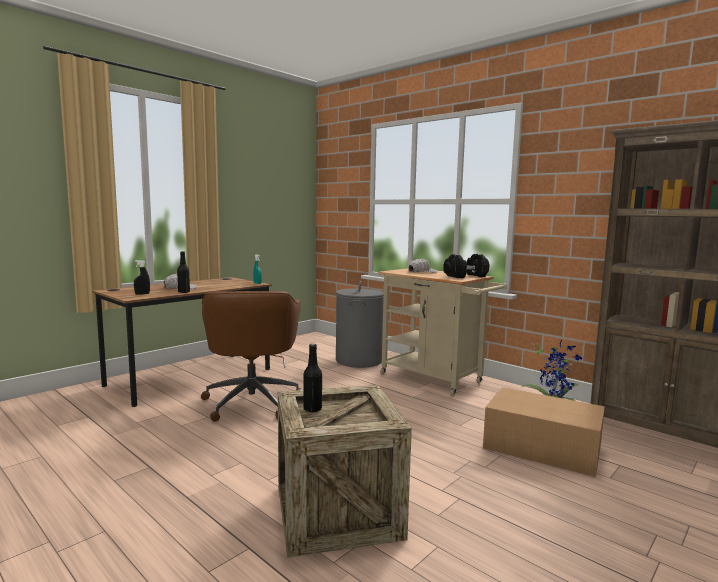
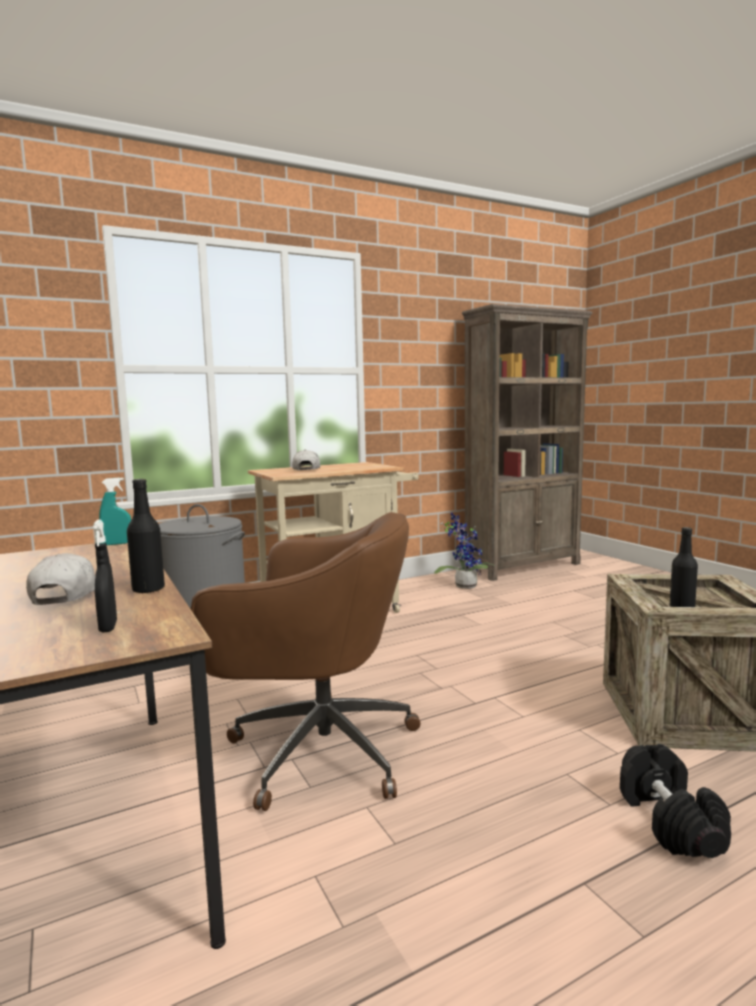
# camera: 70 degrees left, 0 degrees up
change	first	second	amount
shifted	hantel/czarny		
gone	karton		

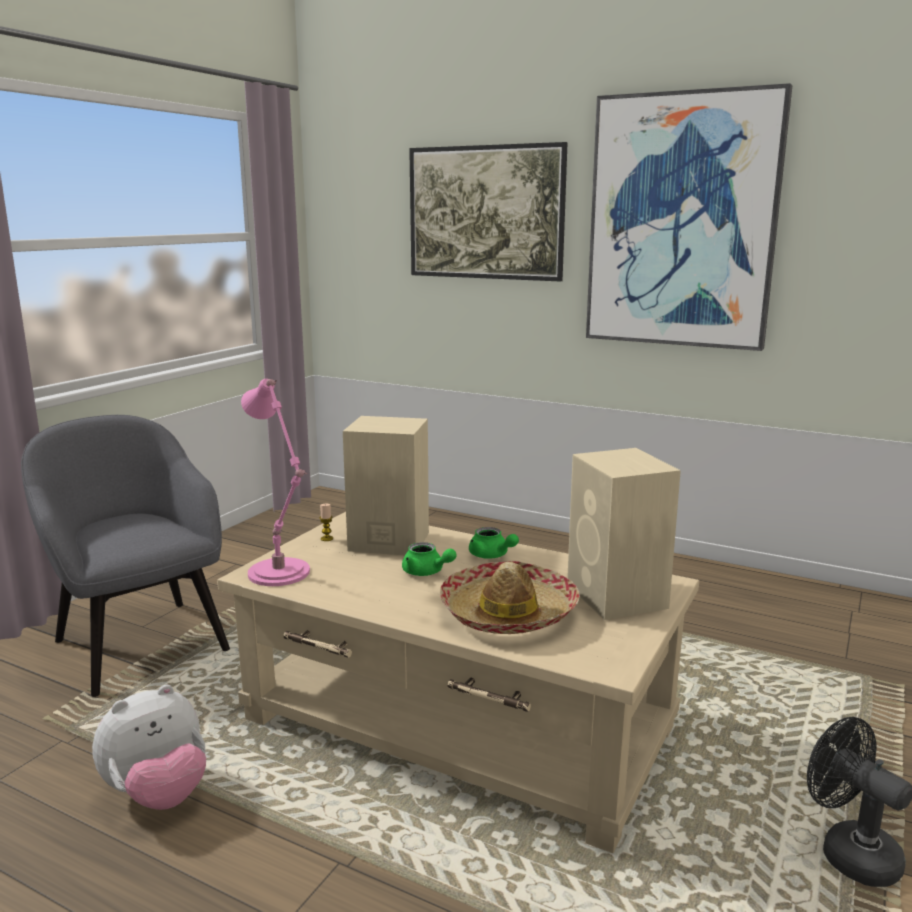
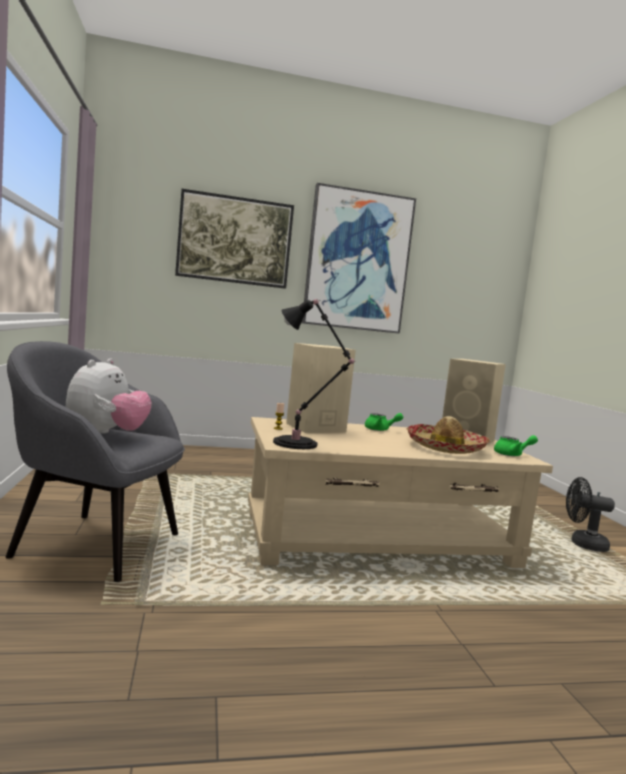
# camera: 40 degrees left, 10 degrees down
change	first	second	amount
repainted	lampa stołowa/różowy	lampa stołowa/czarny	
shifted	imbryk/zielony (no. 1 from left in the first image)	imbryk/zielony (no. 2 from left)	
shifted	pluszak		

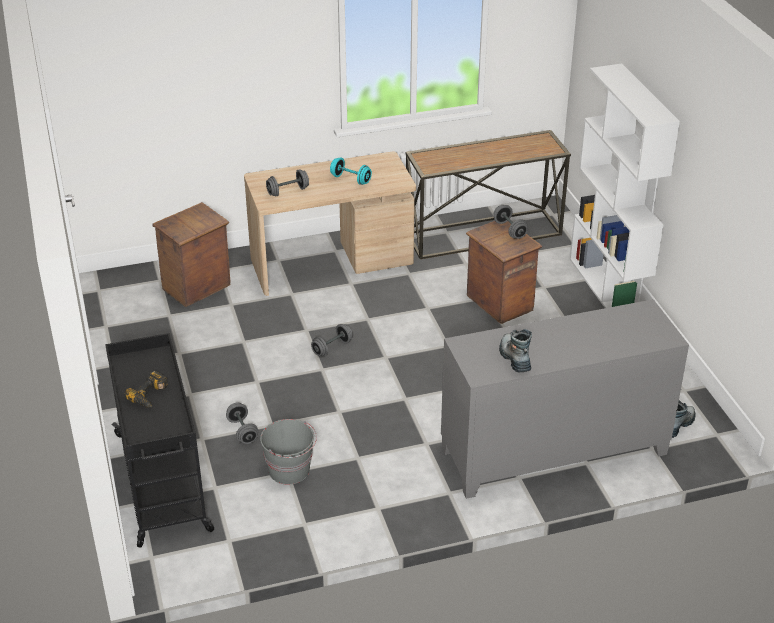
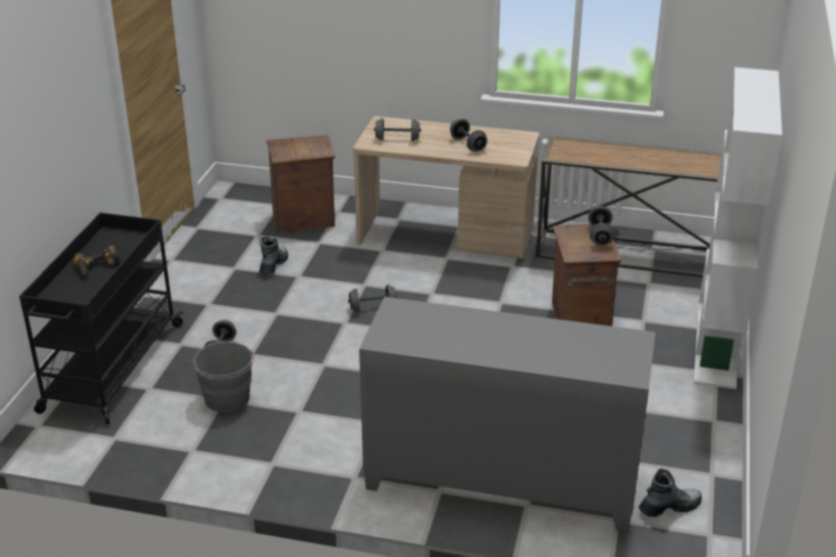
# camera: 30 degrees right, 5 degrees down
change	first	second	amount
repainted	hantel/turkusowy	hantel/szary (no. 4 from left)	
shifted	but z cholewką (no. 1 from left)		

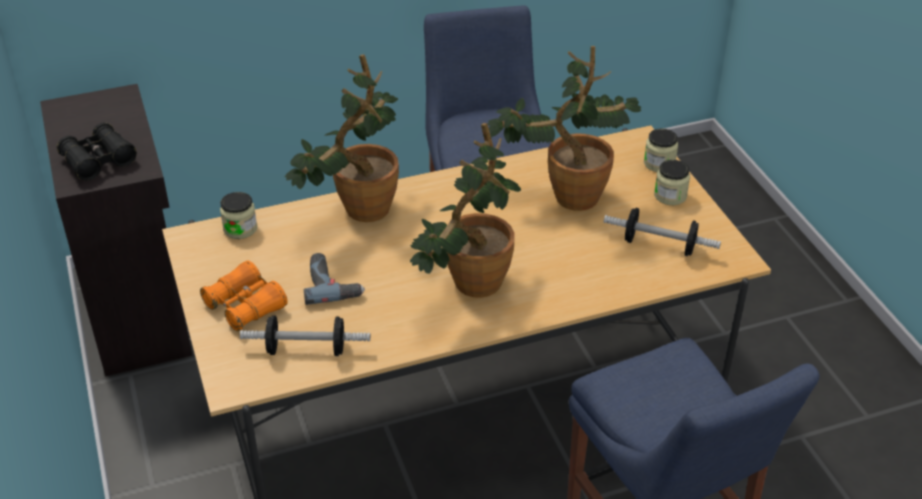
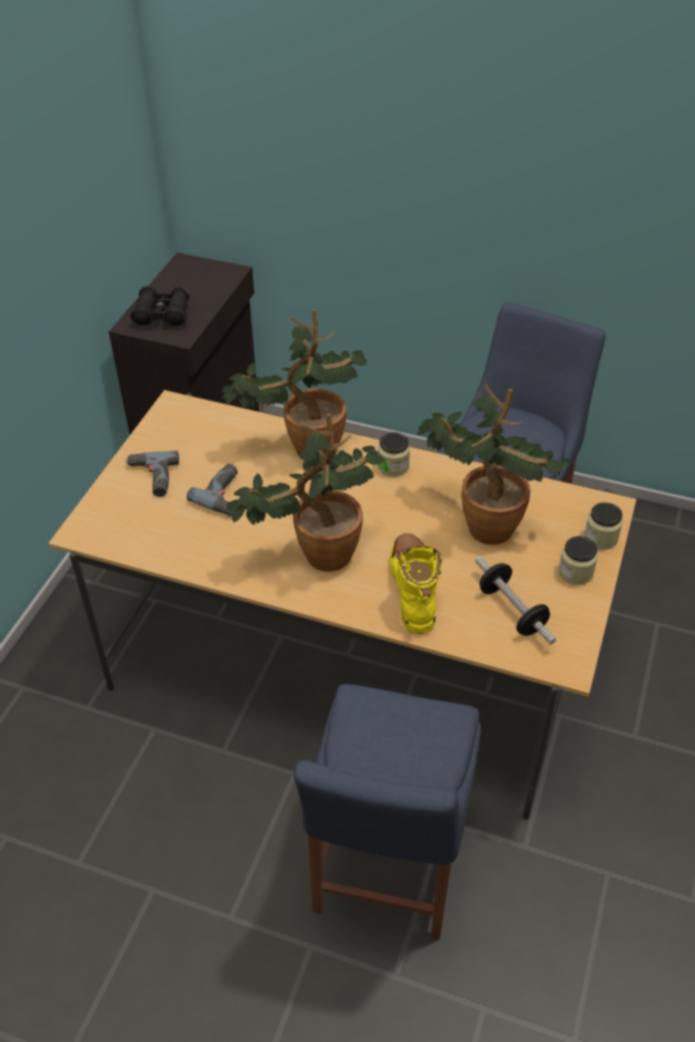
# camera: 40 degrees right, 5 degrees up
change	first	second	amount
shifted	słoik (no. 1 from left)		
swapped	lornetka/pomarańczowy	wiertarka (no. 1 from left)	
gone	hantel (no. 1 from left)		
new		but z cholewką/żółty	

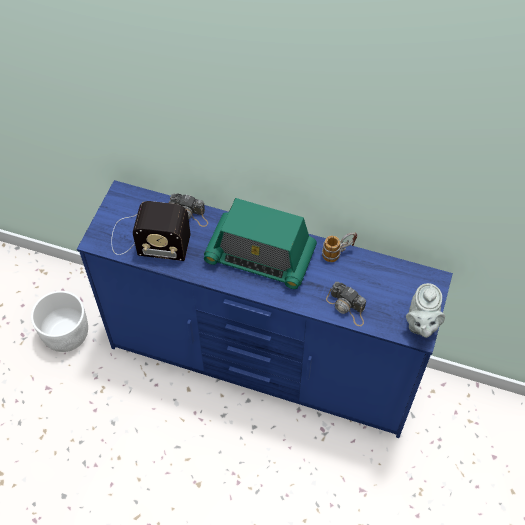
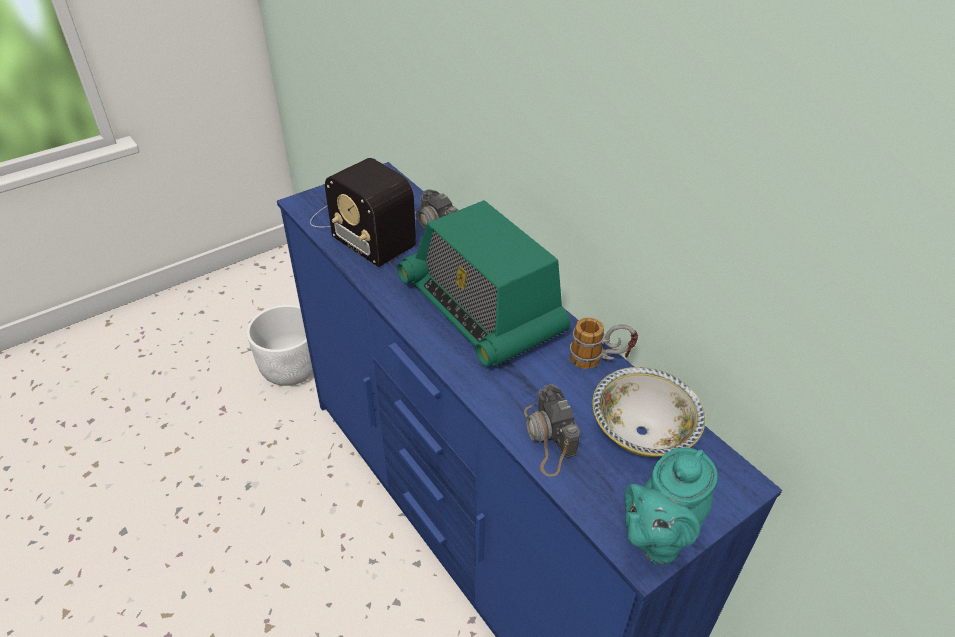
# camera: 35 degrees right, 15 degrees down
change	first	second	amount
repainted	imbryk/szary	imbryk/turkusowy	
new		miska	

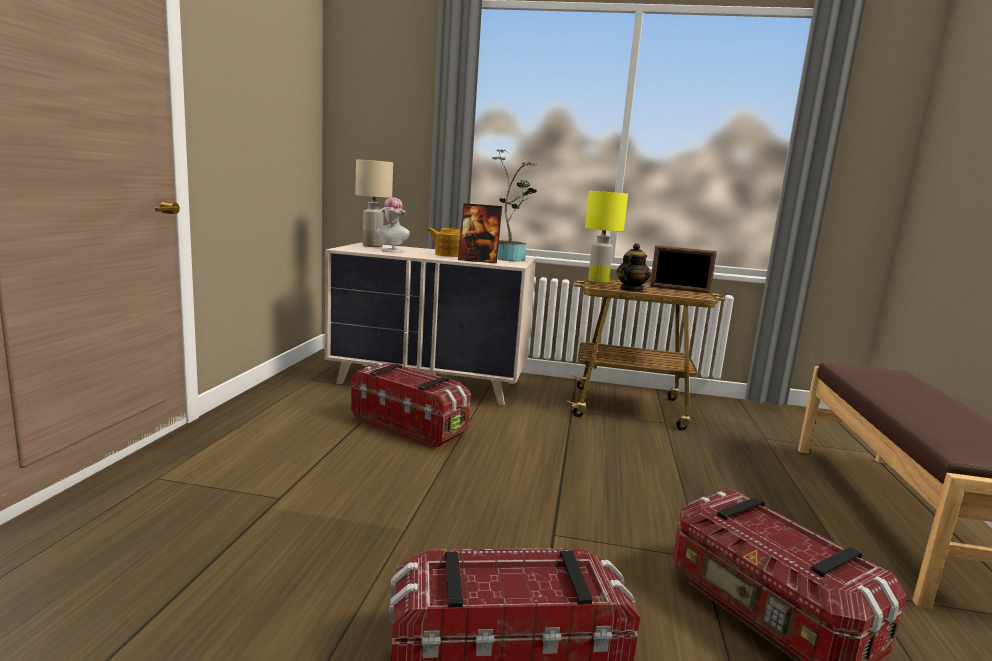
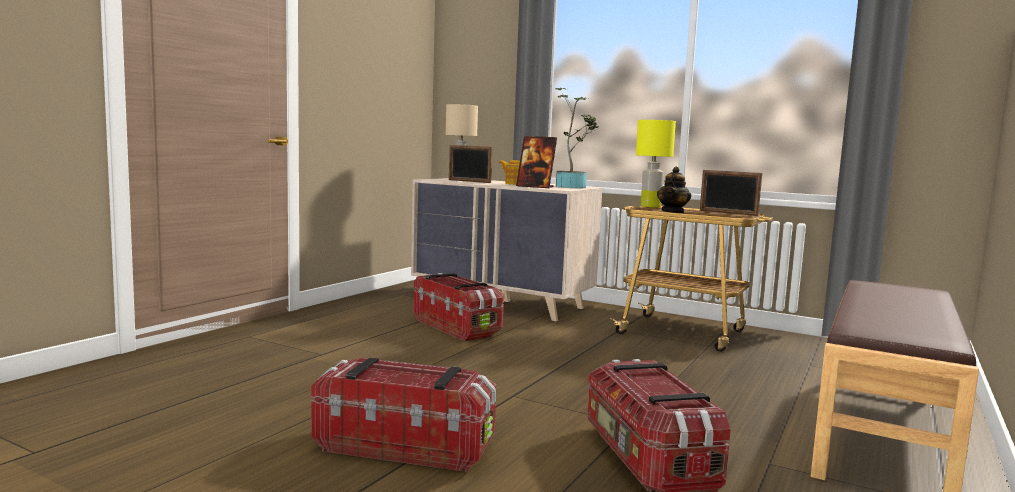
# camera: 20 degrees right, 5 degrees down
change	first	second	amount
swapped	kapelusz	ramka na zdjęcie (no. 1 from left)	
rotated	imbryk (no. 2 from left)		150 degrees clockwise

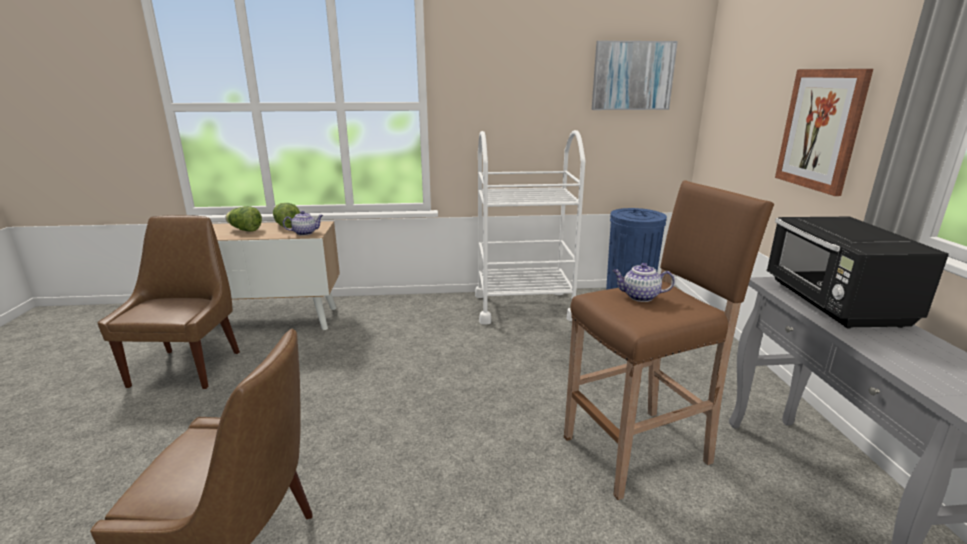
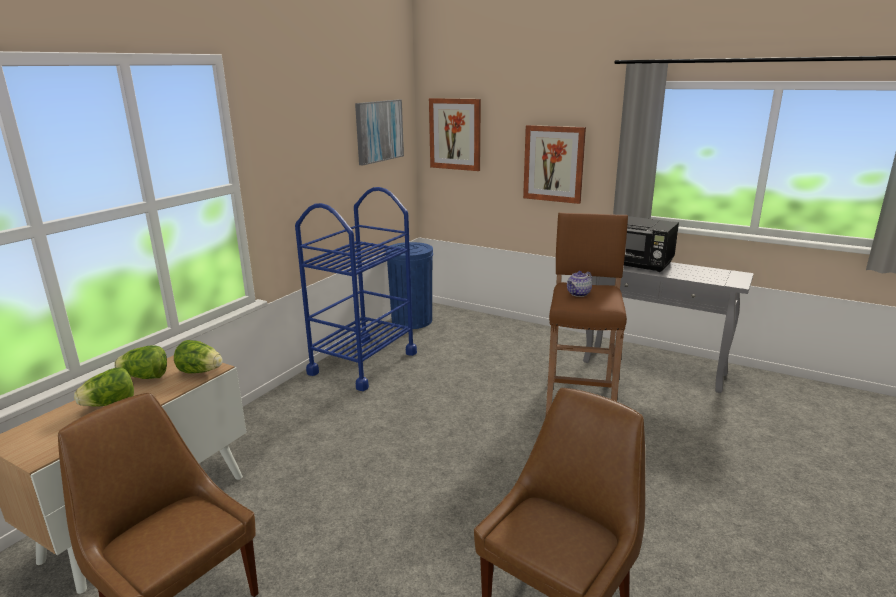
# camera: 55 degrees left, 0 degrees up
change	first	second	amount
repainted	wózek/biały	wózek/niebieski	
swapped	imbryk (no. 1 from left)	sałata (no. 3 from left)	
new		obraz (no. 2 from left)	

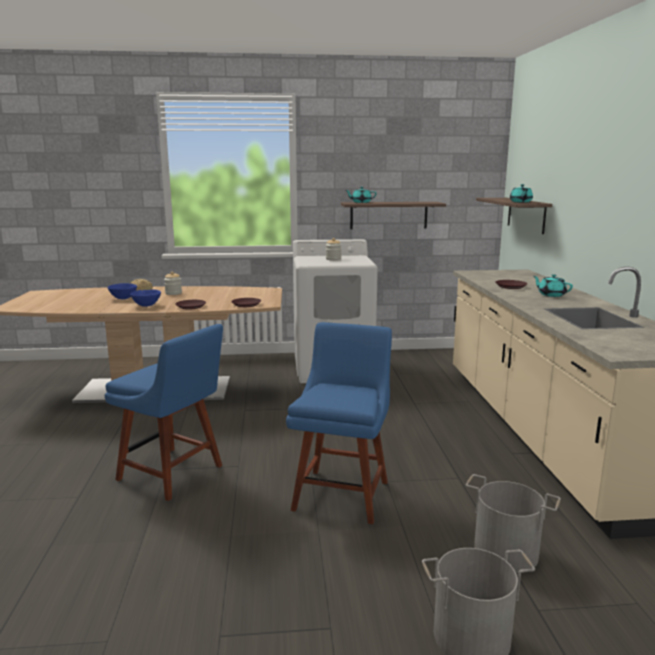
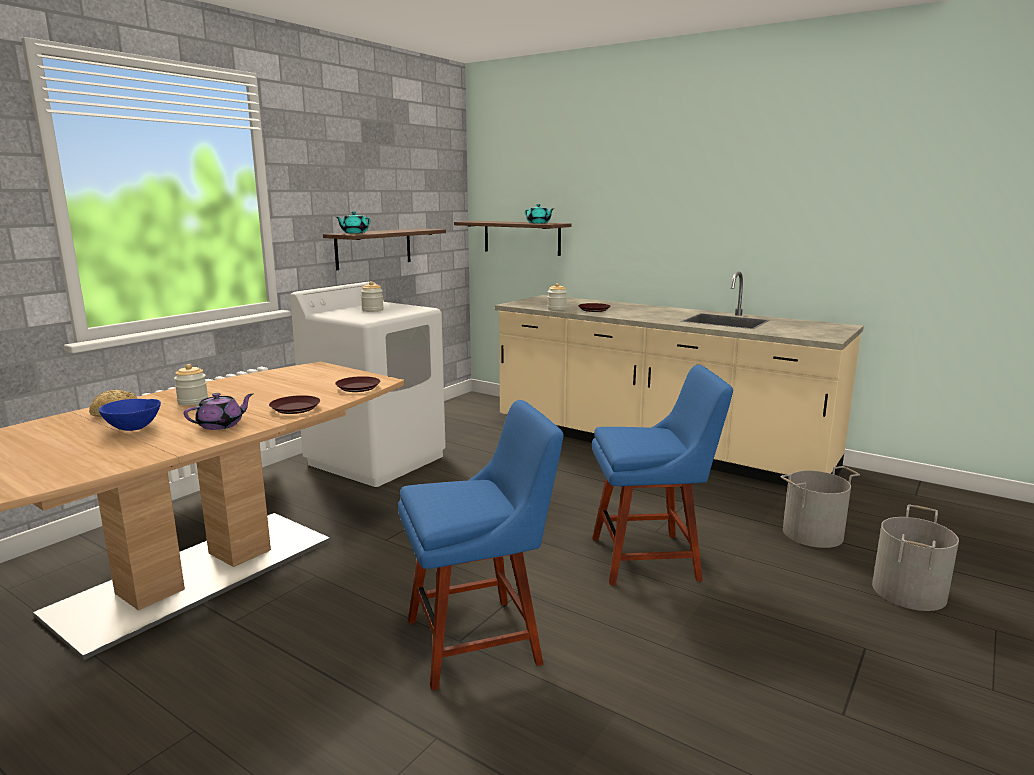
# camera: 50 degrees left, 0 degrees up
change	first	second	amount
gone	imbryk/turkusowy (no. 3 from left)		
swapped	miska/niebieski (no. 2 from left)	imbryk/fioletowy	
rotated	krzesło/niebieski (no. 2 from left)		120 degrees clockwise
new		słoik (no. 3 from left)	

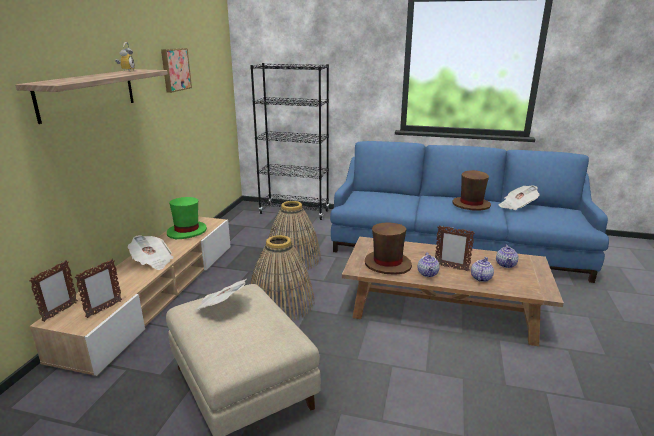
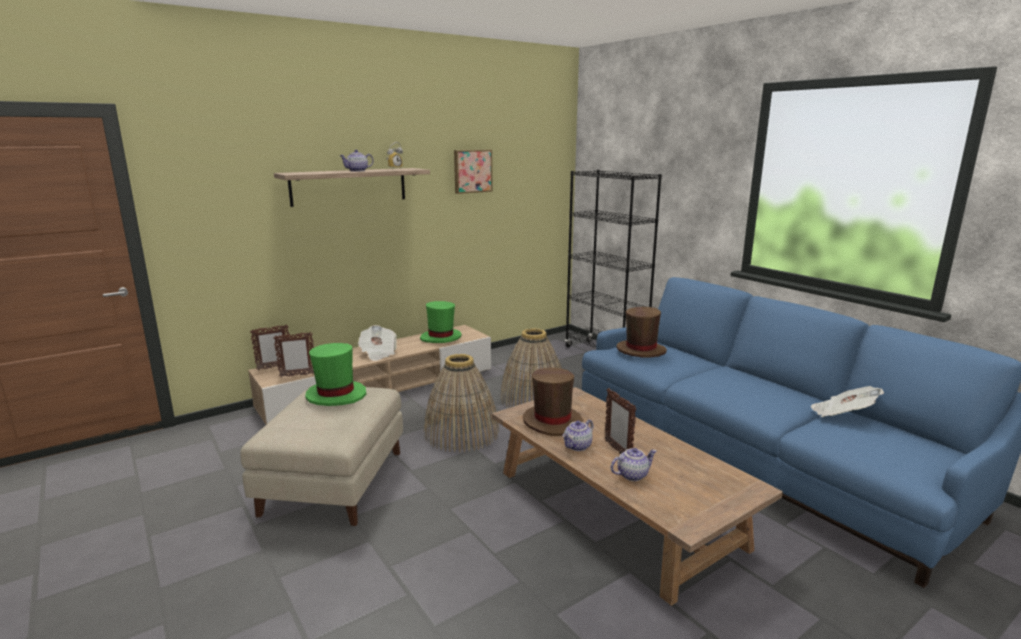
# camera: 40 degrees right, 5 degrees down
change	first	second	amount
shifted	kapelusz/brązowy (no. 2 from left)		
shifted	imbryk (no. 3 from left in the first image)	imbryk (no. 1 from left)	
swapped	gazeta (no. 2 from left)	kapelusz/zielony (no. 1 from left)	

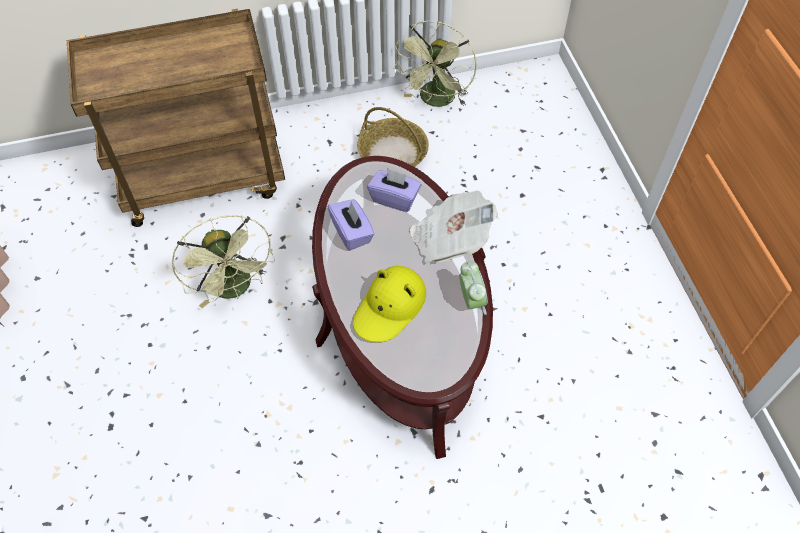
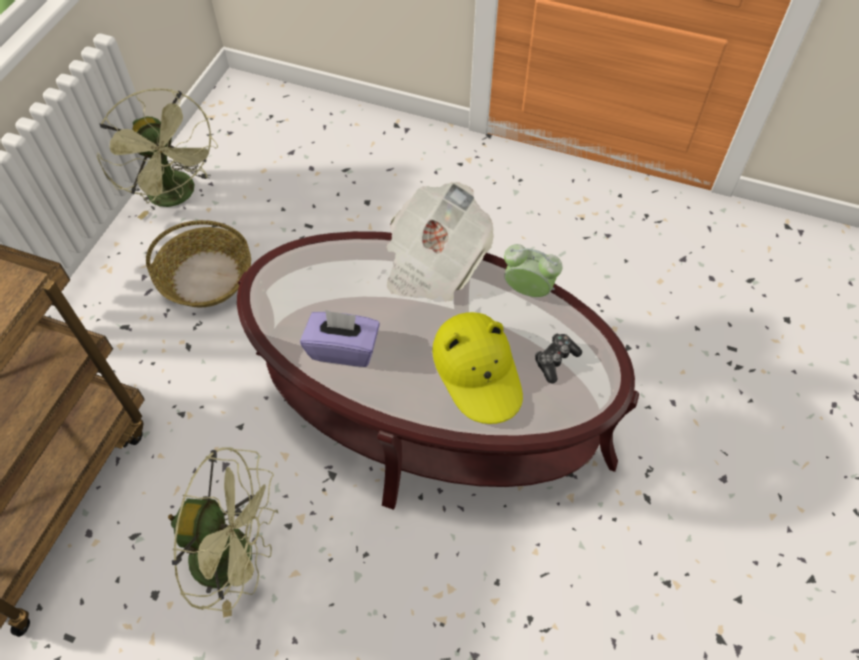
# camera: 55 degrees left, 0 degrees up
change	first	second	amount
gone	pudełko chusteczek/fioletowy (no. 2 from left)		
new		pad do gier	

